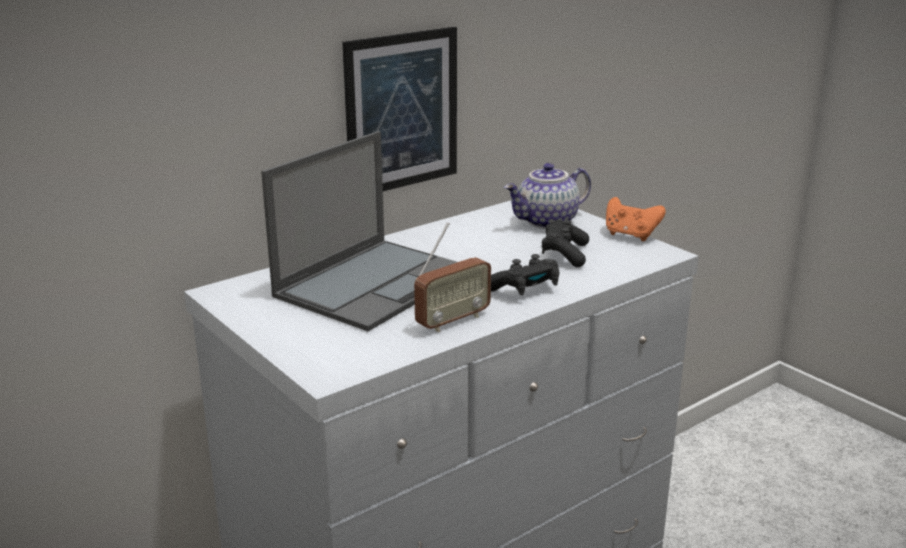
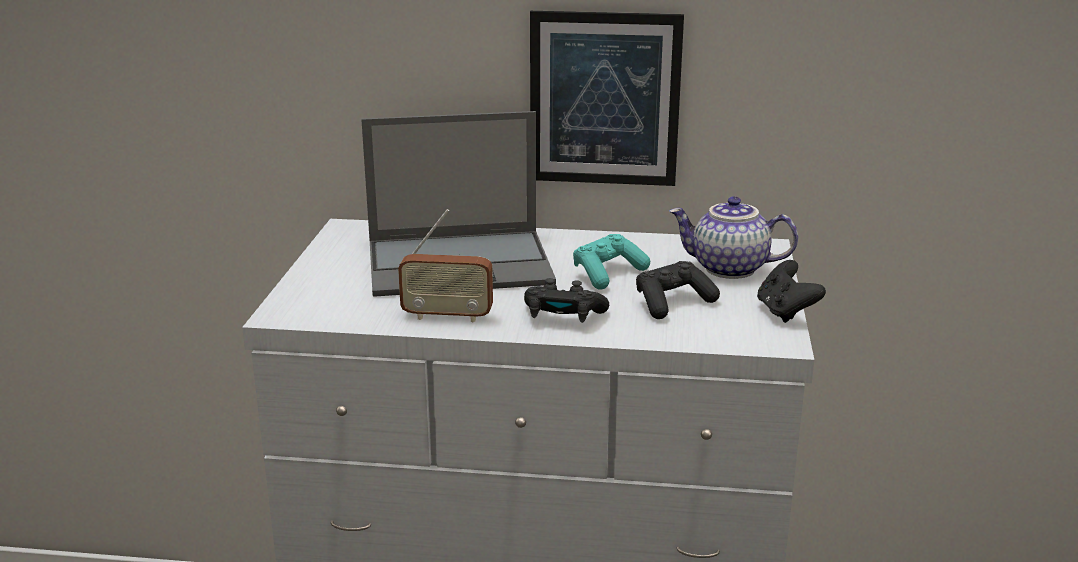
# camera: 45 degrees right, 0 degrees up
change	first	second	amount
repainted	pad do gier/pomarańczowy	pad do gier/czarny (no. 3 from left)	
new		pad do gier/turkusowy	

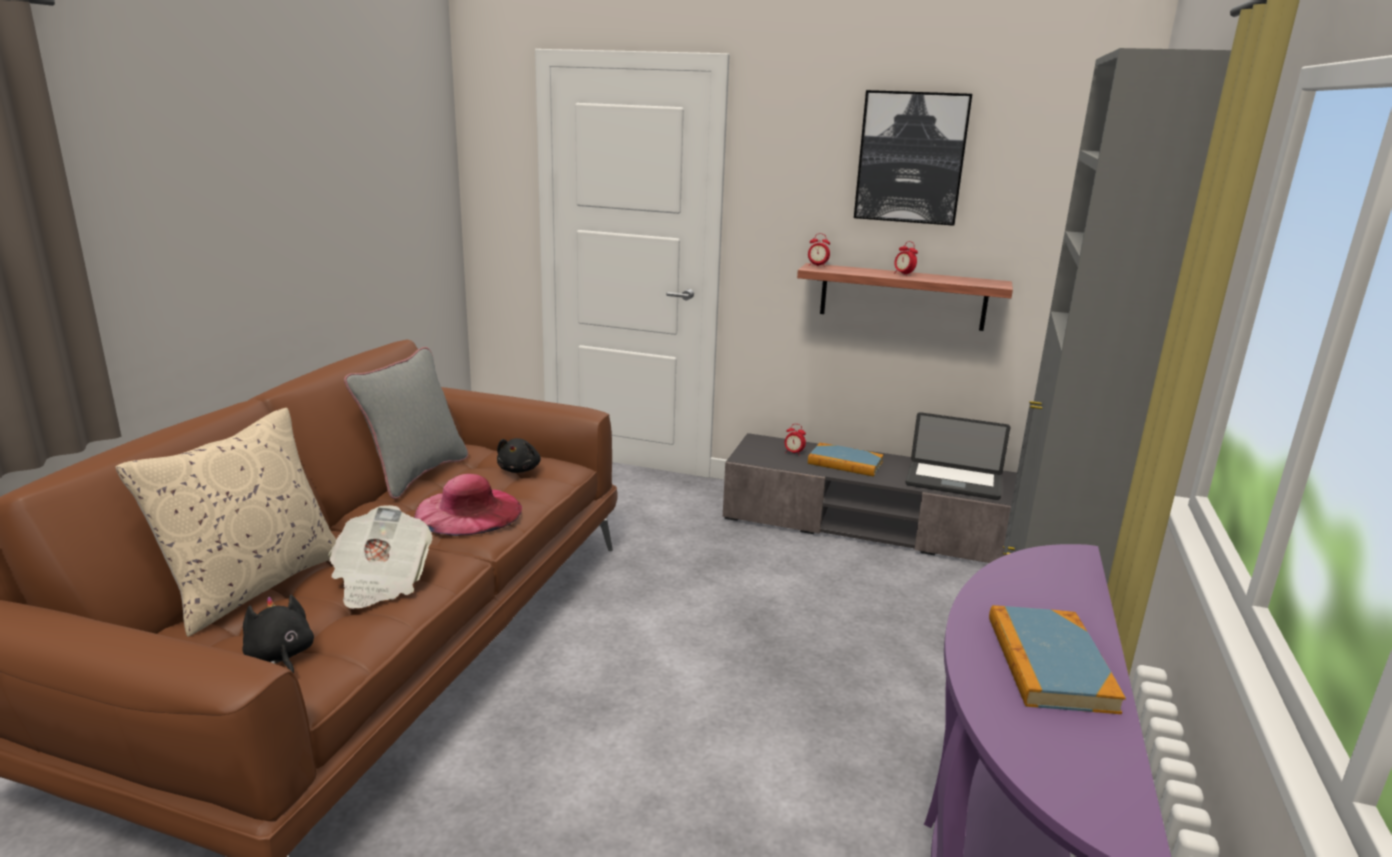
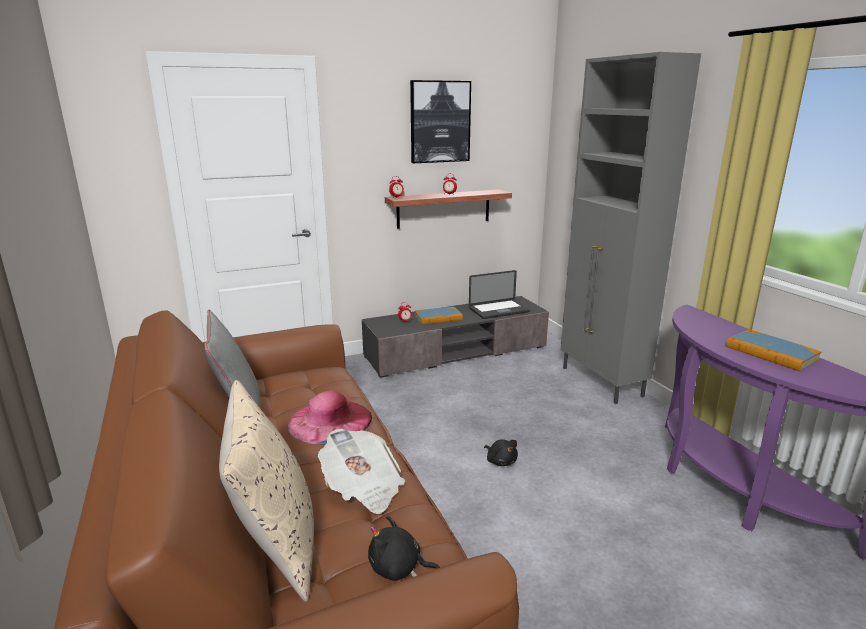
# camera: 40 degrees left, 0 degrees up
change	first	second	amount
shifted	pluszak/czarny (no. 2 from left)		

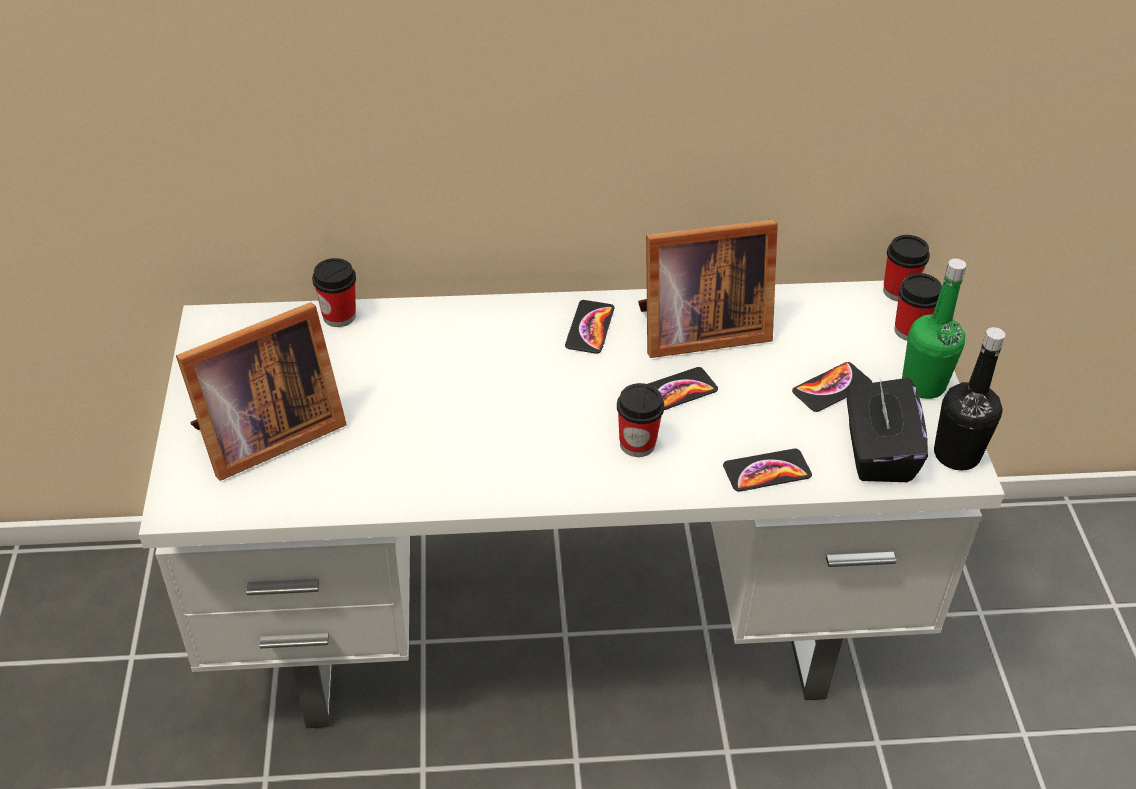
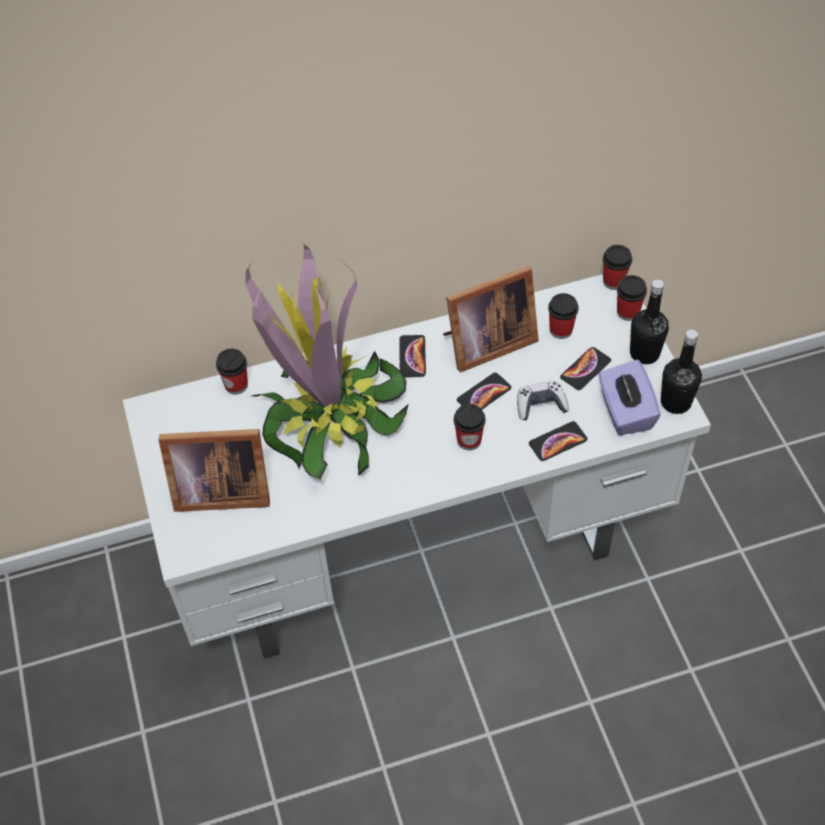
# camera: 10 degrees left, 10 degrees up
change	first	second	amount
repainted	butelka/zielony	butelka/czarny (no. 1 from left)	
rotated	ramka na zdjęcie (no. 1 from left)		45 degrees clockwise
repainted	pudełko chusteczek/czarny	pudełko chusteczek/fioletowy	
new		roślina doniczkowa	
new		filiżanka (no. 3 from left)	
new		pad do gier	

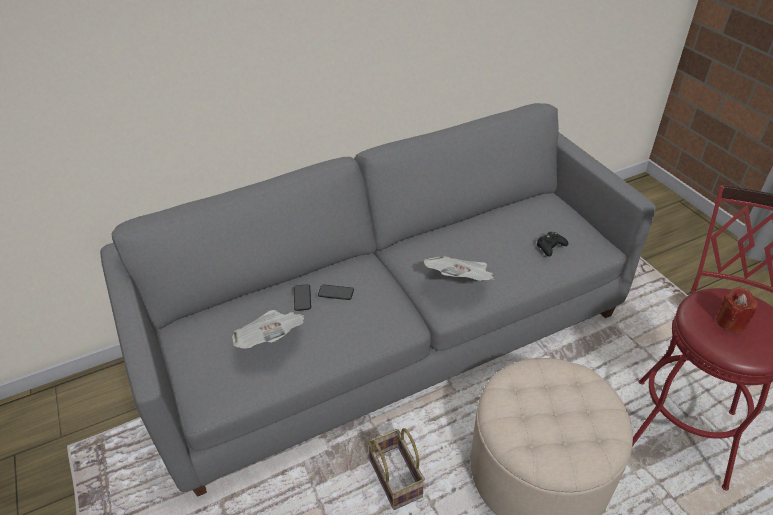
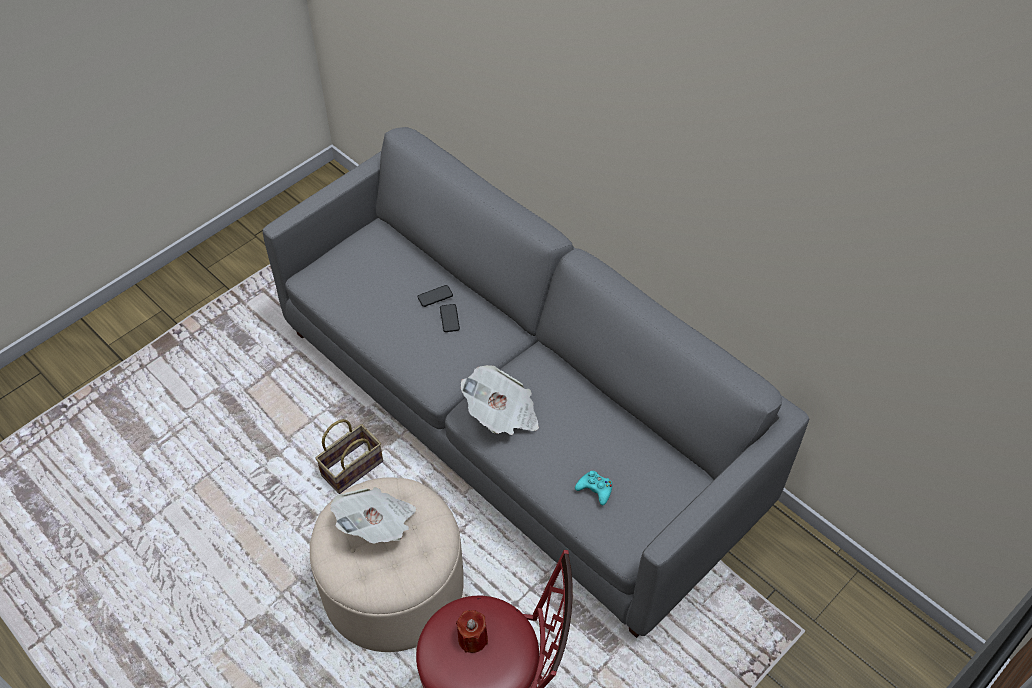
# camera: 70 degrees right, 10 degrees up
change	first	second	amount
repainted	pad do gier/czarny	pad do gier/turkusowy	
shifted	gazeta (no. 1 from left)		

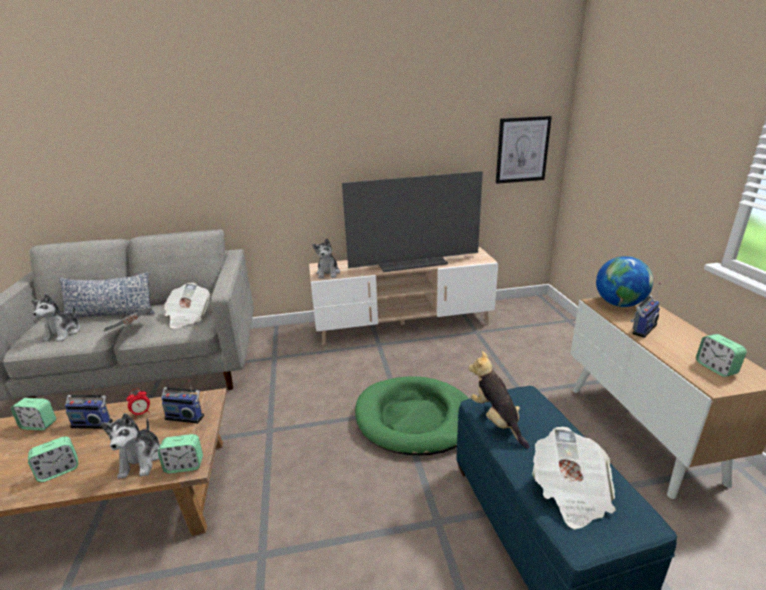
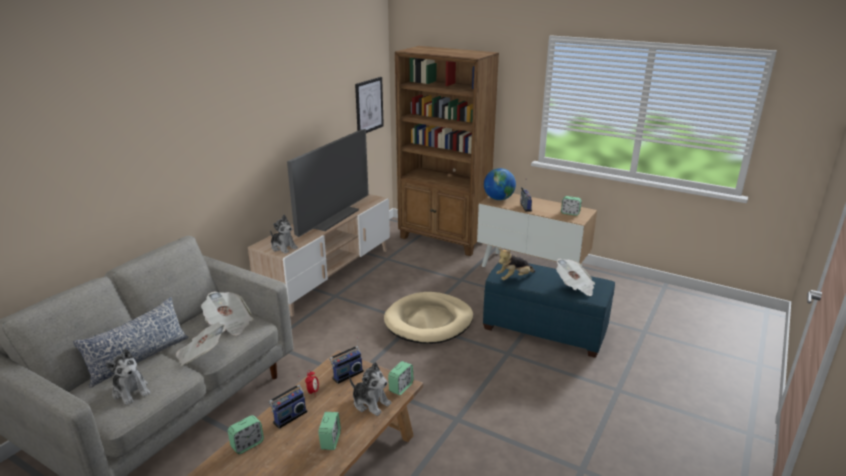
# camera: 50 degrees left, 0 degrees up
change	first	second	amount
rotated	pluszak (no. 4 from left)		45 degrees counterclockwise
repainted	legowisko/zielony	legowisko/beżowy	
new		regał/brązowy	

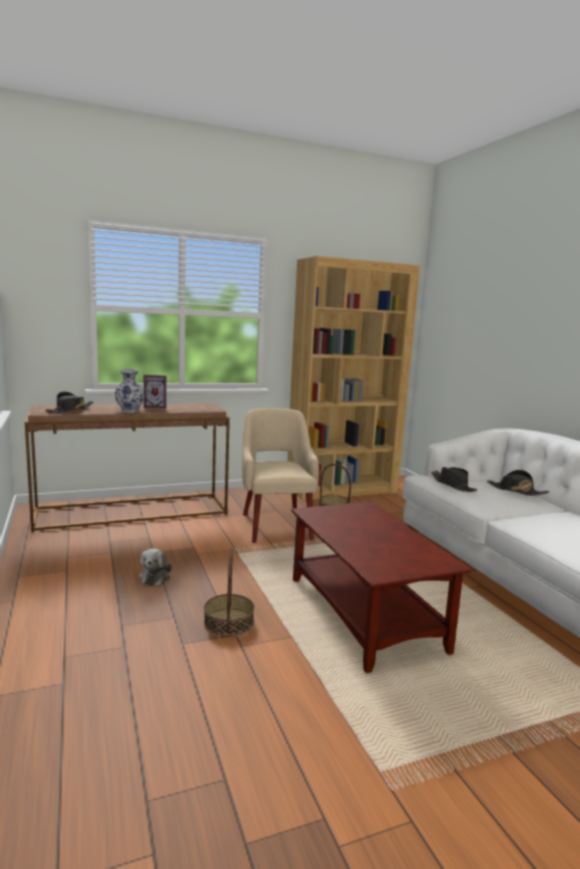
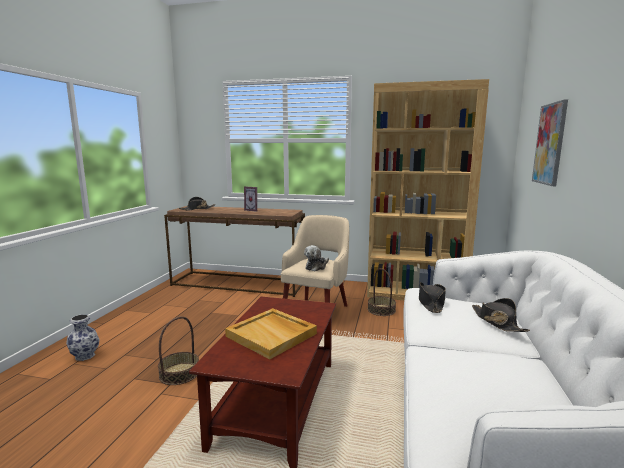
# camera: 35 degrees right, 0 degrees up
change	first	second	amount
shifted	wazon		
shifted	pluszak		
new		obraz	
new		taca/beżowy	

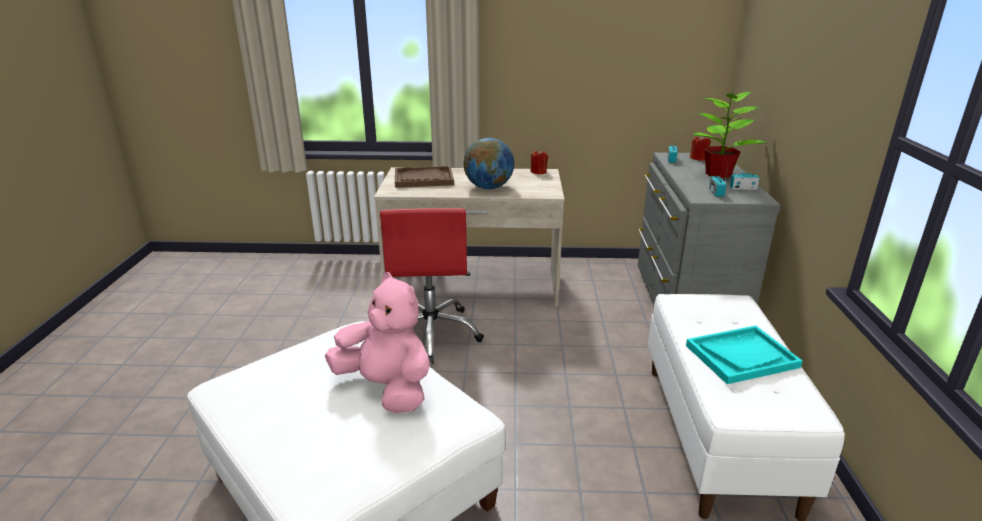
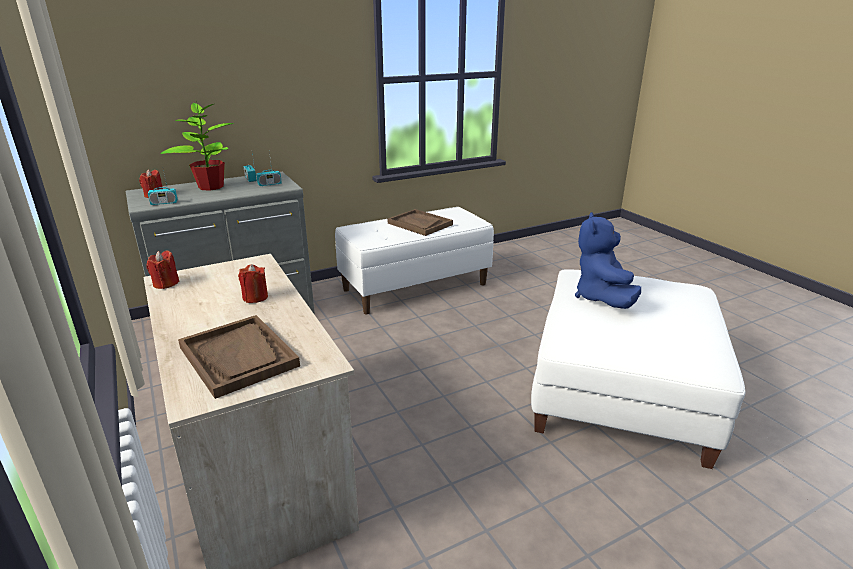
# camera: 120 degrees left, 0 degrees up
change	first	second	amount
swapped	globus	świeca/czerwony (no. 3 from left)	
gone	krzesło biurowe/czerwony		
repainted	pluszak/różowy	pluszak/niebieski	
repainted	taca/turkusowy	taca/brązowy (no. 2 from left)	

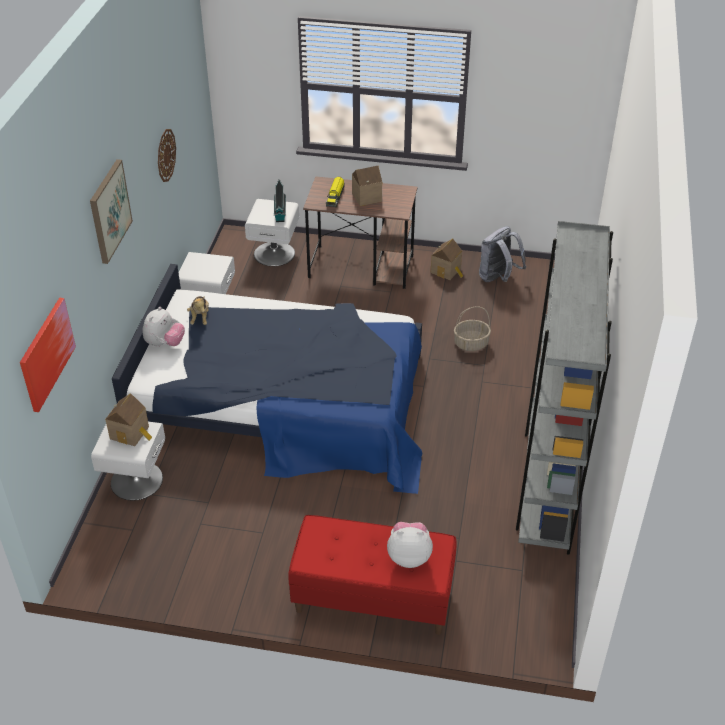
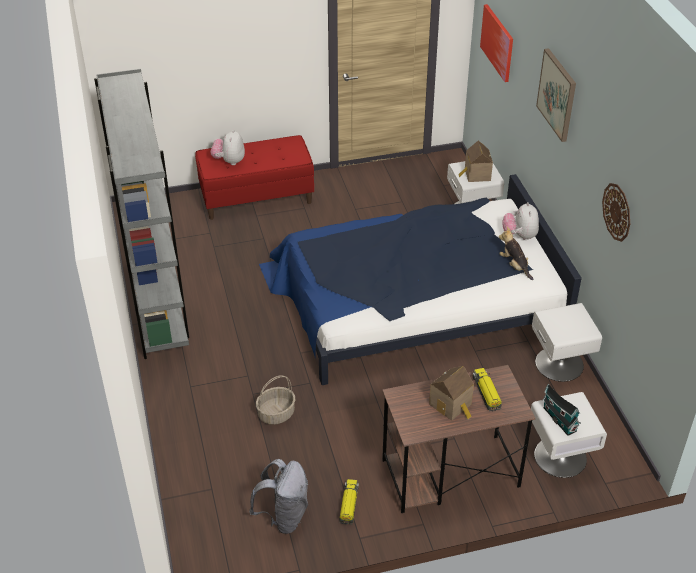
# camera: 155 degrees right, 0 degrees up
change	first	second	amount
swapped	domek (no. 4 from left)	ciężarówka zabawkowa (no. 1 from left)	
rotated	pluszak (no. 3 from left in the first image)	pluszak (no. 1 from left)	120 degrees clockwise

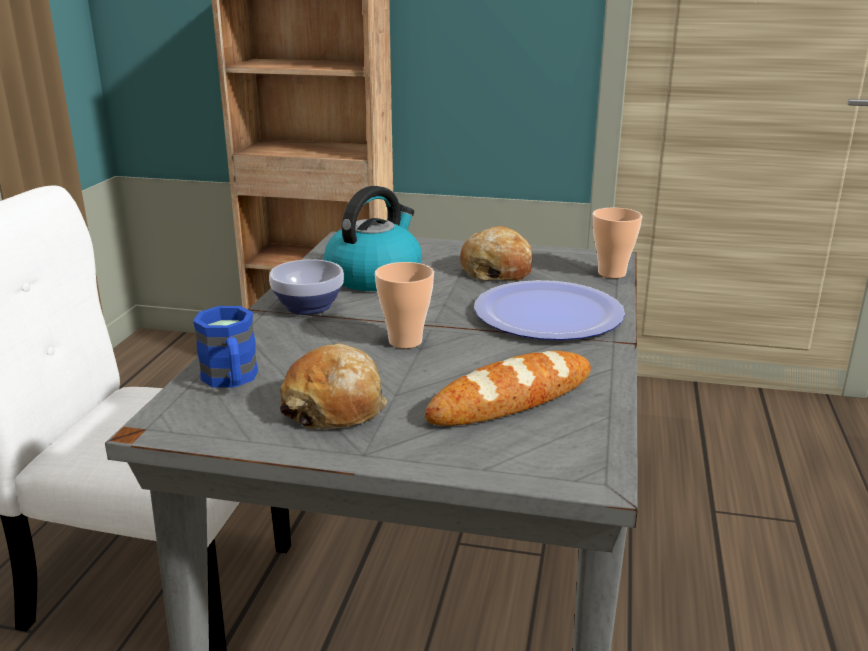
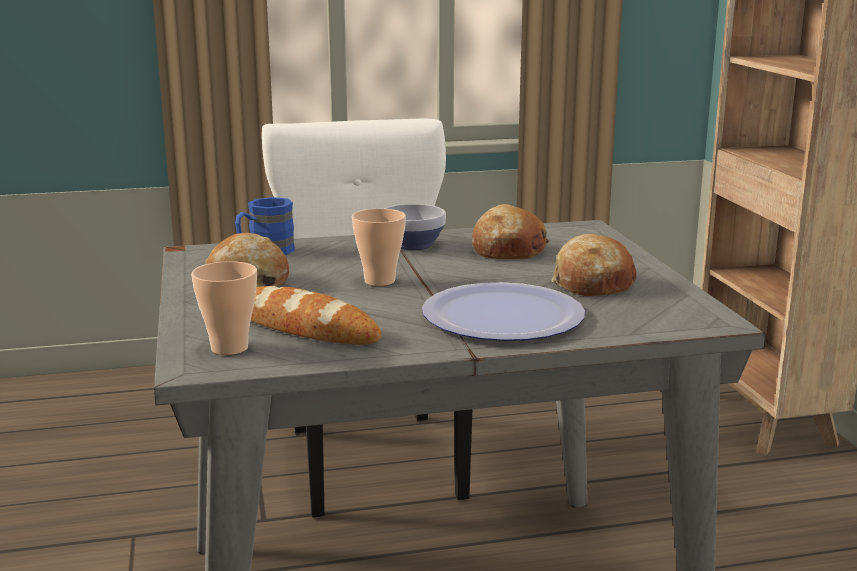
# camera: 65 degrees right, 5 degrees down
change	first	second	amount
swapped	czajnik	chleb (no. 3 from left)	
shifted	filiżanka (no. 2 from left in the first image)	filiżanka (no. 1 from left)	

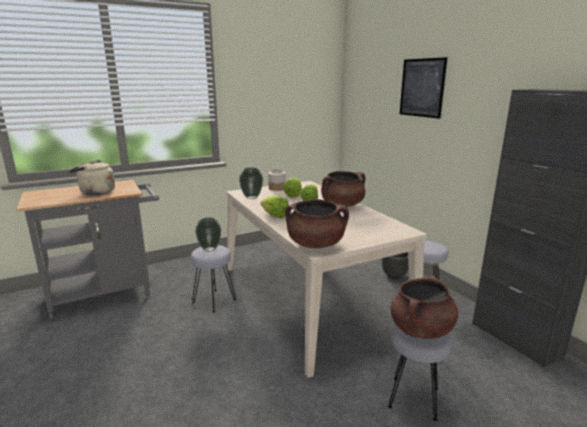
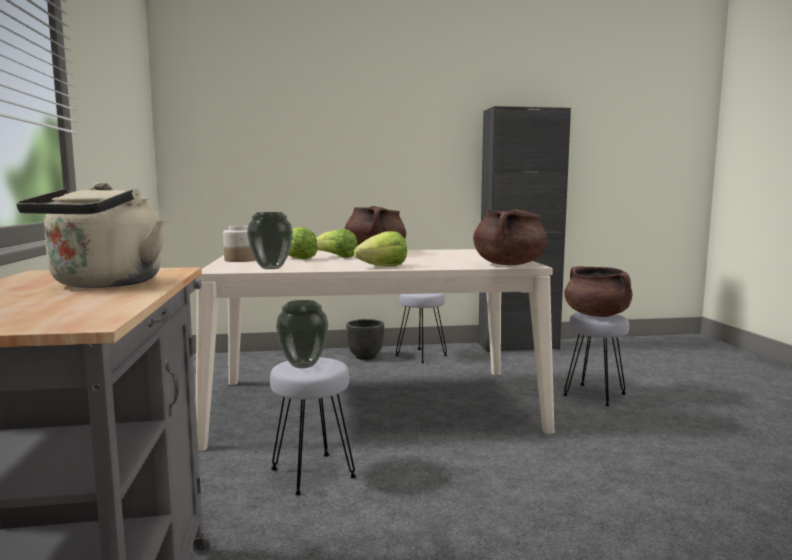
# camera: 70 degrees left, 10 degrees down
change	first	second	amount
gone	obraz		

